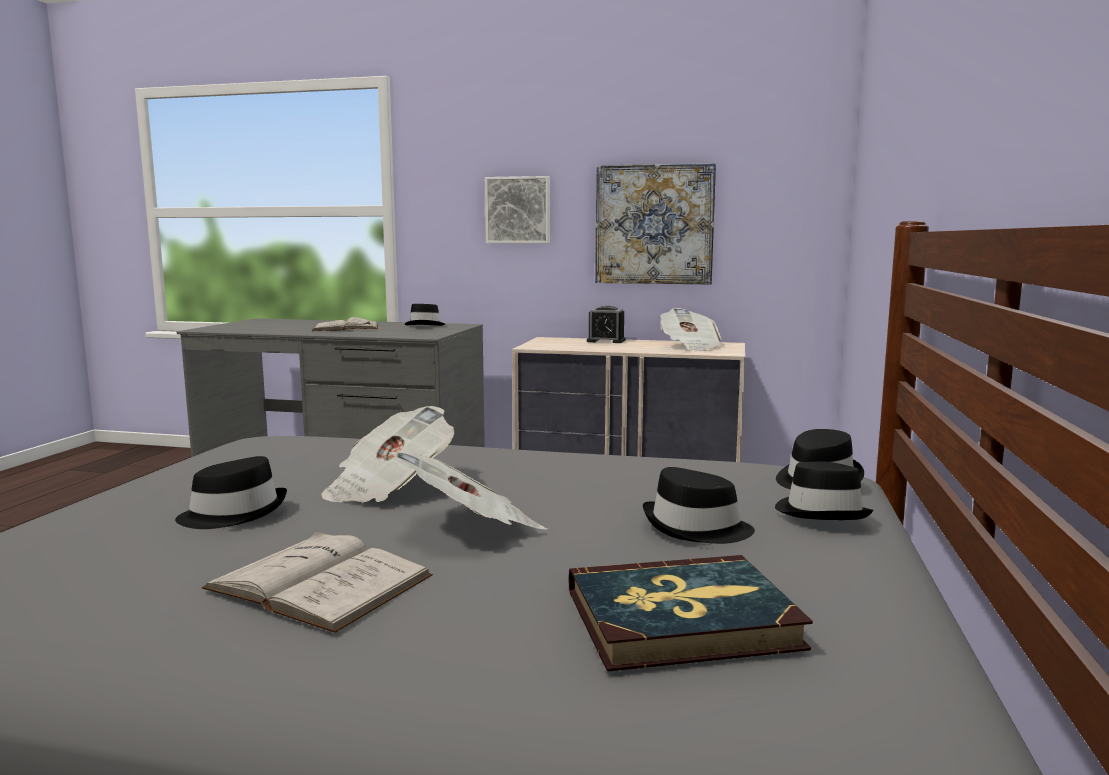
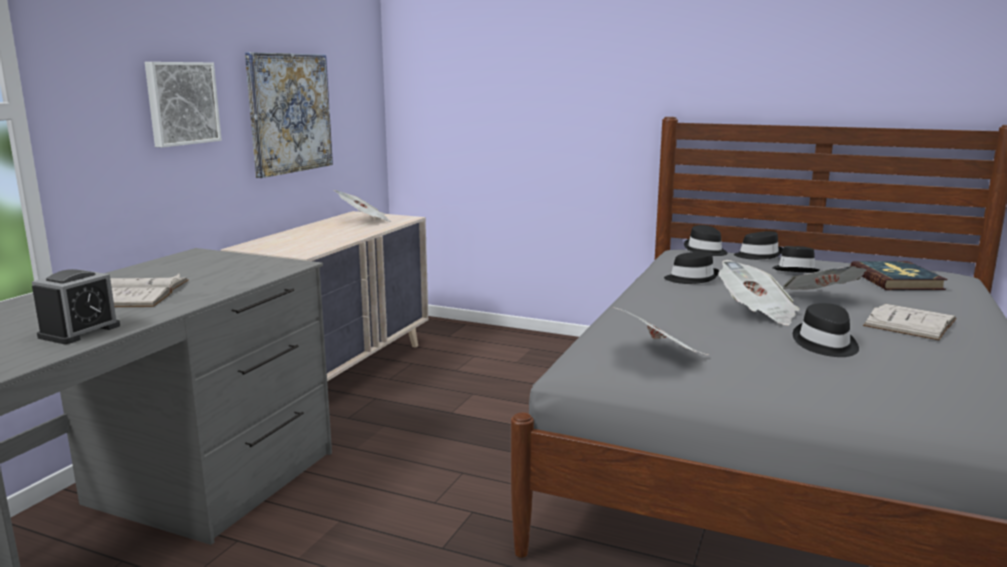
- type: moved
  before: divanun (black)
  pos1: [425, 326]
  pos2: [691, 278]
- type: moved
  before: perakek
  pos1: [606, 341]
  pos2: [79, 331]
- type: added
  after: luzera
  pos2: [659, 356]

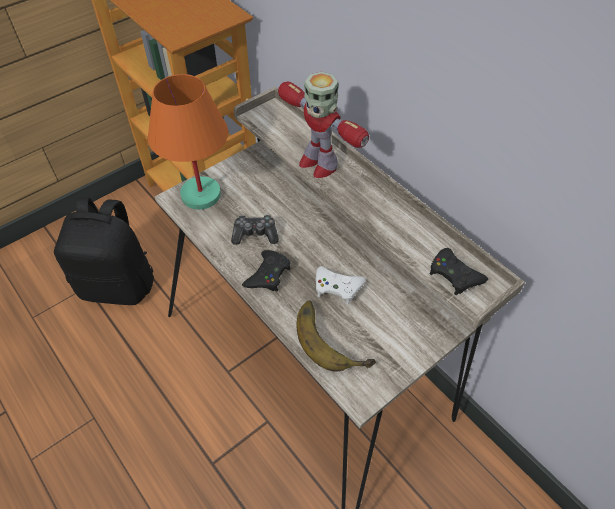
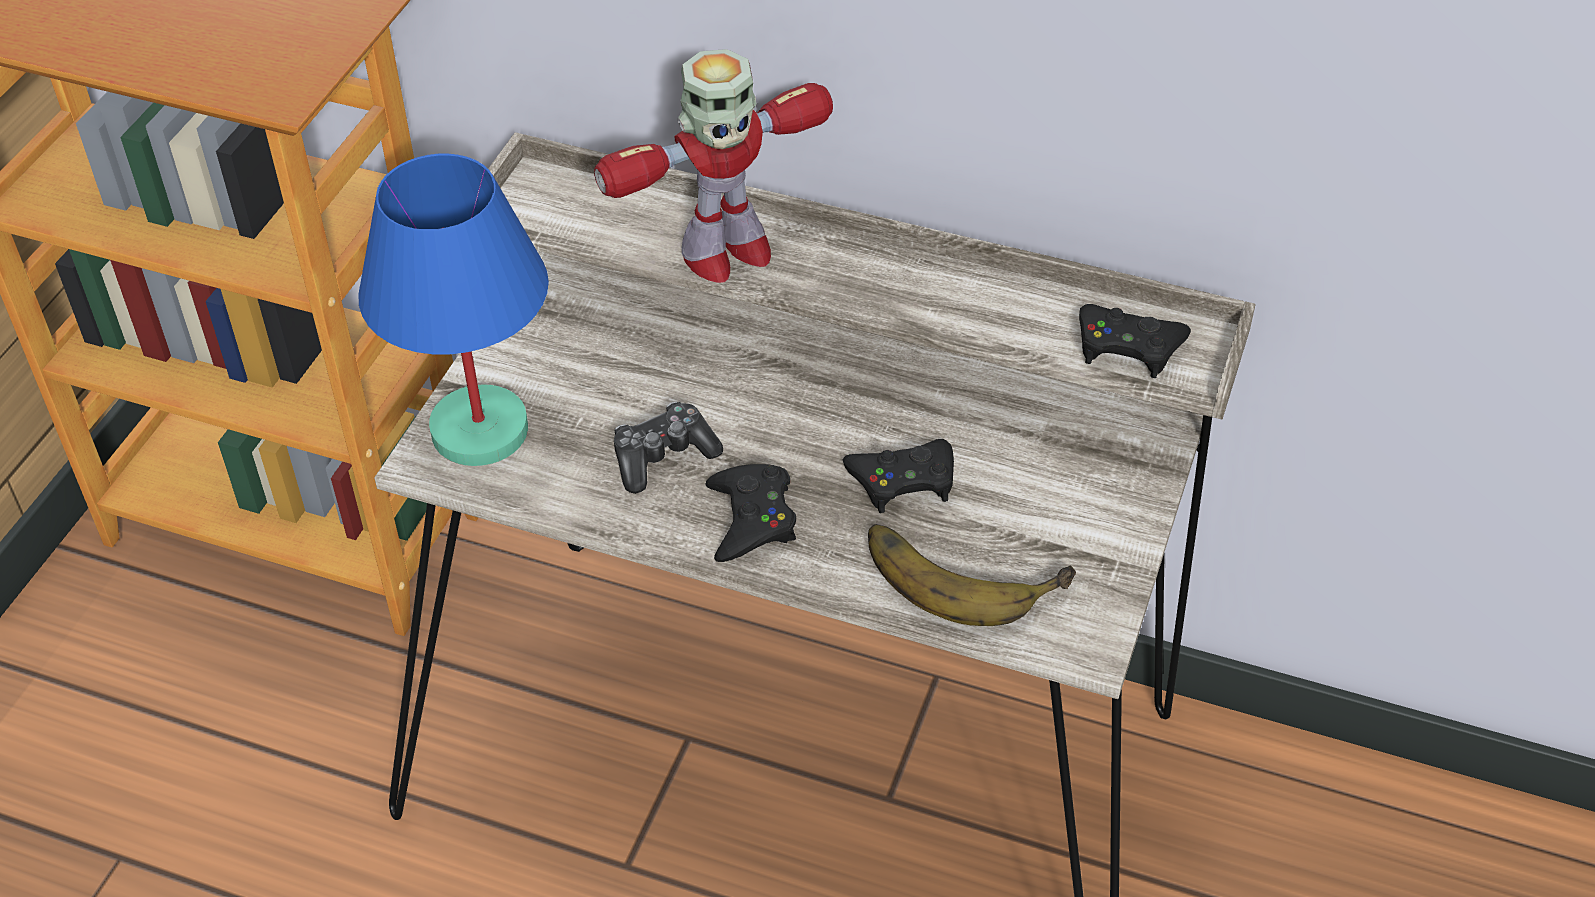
- type: removed
  before: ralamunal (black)
  pos1: [119, 284]
- type: recoloured
  before: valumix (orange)
  after: valumix (blue)
  pos1: [200, 195]
  pos2: [478, 432]
- type: turned
  before: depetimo
  pos1: [318, 163]
  pos2: [724, 253]
  turn: -45
- type: recoloured
  before: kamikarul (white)
  after: kamikarul (black)
  pos1: [337, 287]
  pos2: [903, 480]

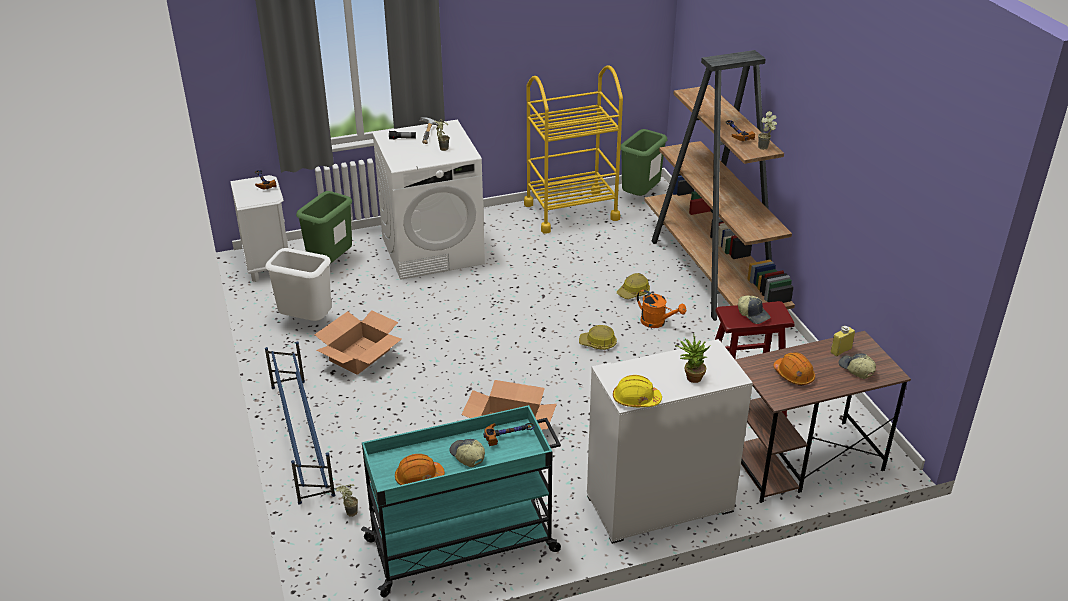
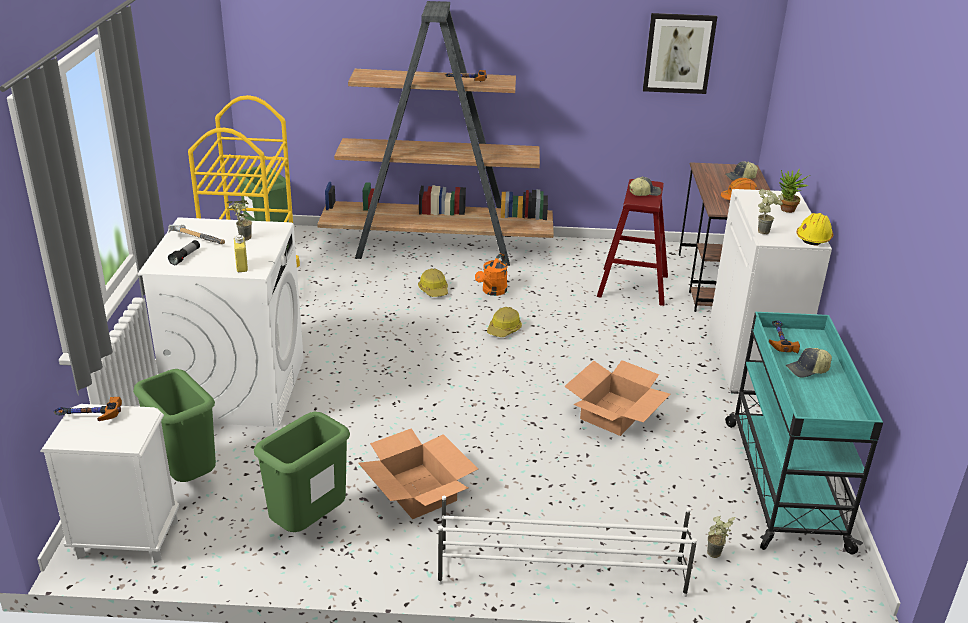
- type: recoloured
  before: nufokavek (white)
  after: nufokavek (green)
  pos1: [307, 322]
  pos2: [308, 524]
- type: recoloured
  before: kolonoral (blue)
  after: kolonoral (white)
  pos1: [302, 438]
  pos2: [560, 572]
- type: removed
  before: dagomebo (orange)
  pos1: [419, 478]
- type: turned
  before: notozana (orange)
  pos1: [657, 322]
  pos2: [492, 292]
  turn: 150
- type: moved
  before: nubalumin
  pos1: [766, 148]
  pos2: [765, 231]
- type: moved
  before: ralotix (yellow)
  pos1: [841, 350]
  pos2: [242, 266]
- type: added
  after: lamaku
  pos2: [678, 53]

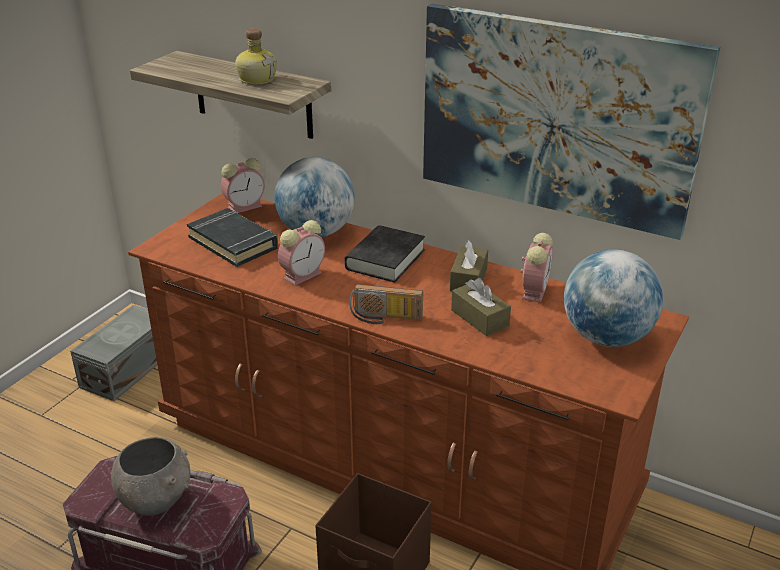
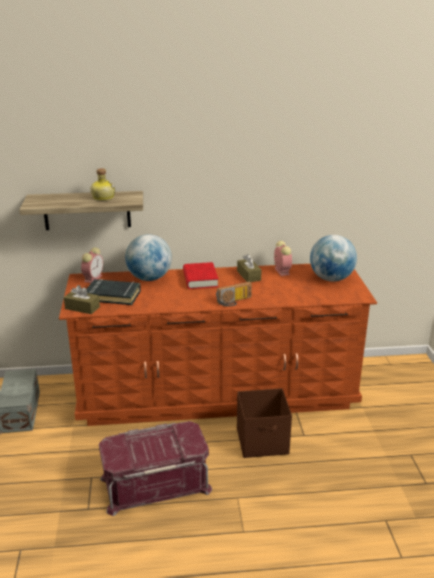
- type: removed
  before: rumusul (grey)
  pos1: [156, 500]
- type: removed
  before: perakek
  pos1: [303, 275]
- type: recoloured
  before: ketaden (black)
  after: ketaden (red)
  pos1: [385, 259]
  pos2: [200, 279]
- type: removed
  before: lamaku
  pos1: [556, 118]
- type: moved
  before: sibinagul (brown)
  pos1: [479, 318]
  pos2: [82, 308]

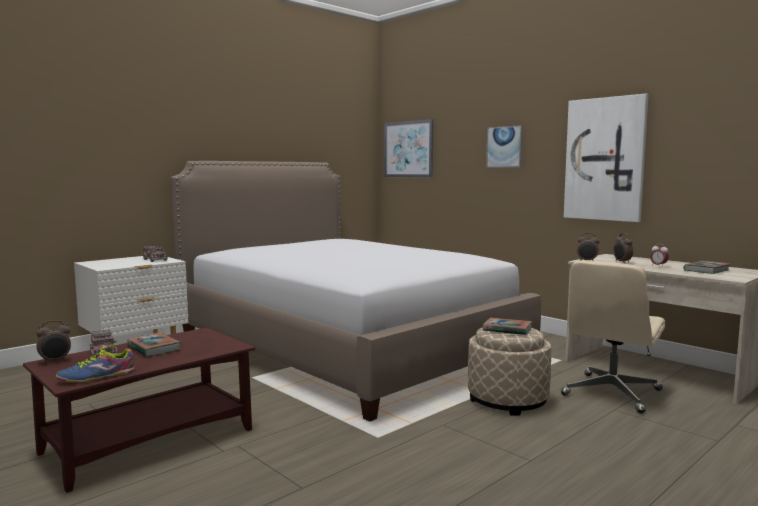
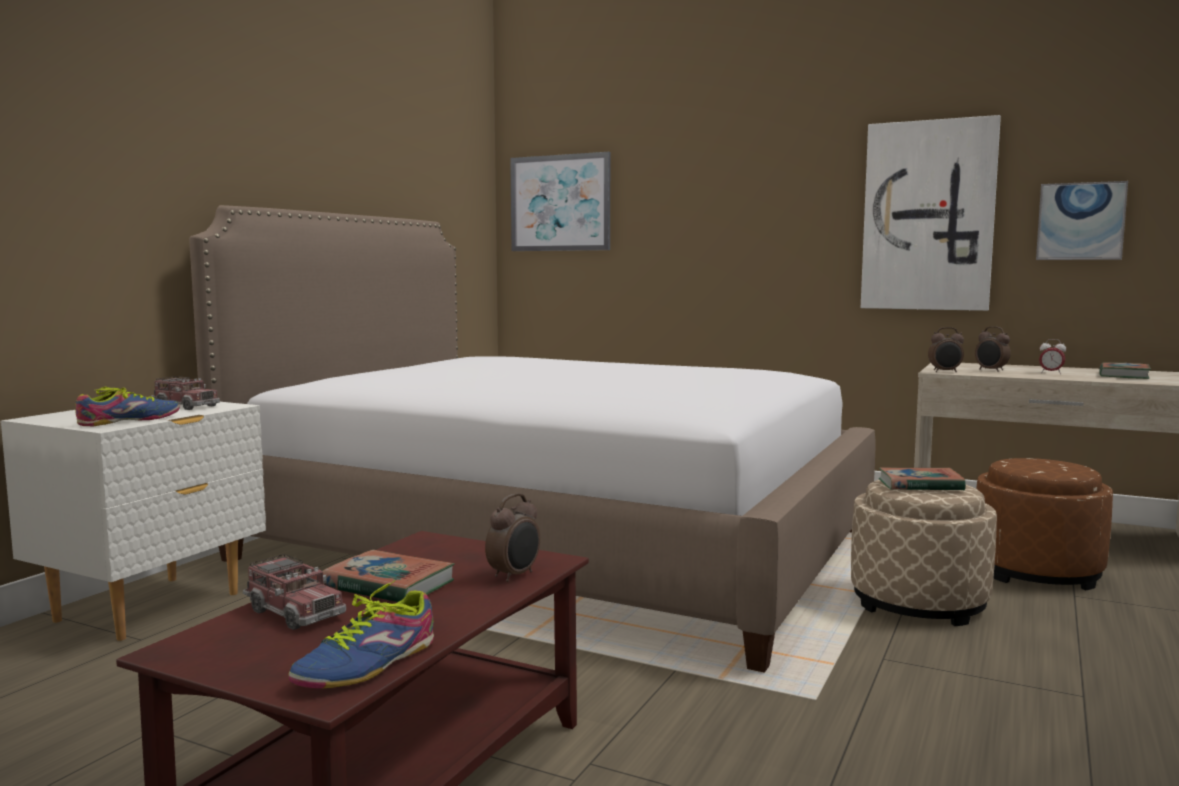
- type: moved
  before: perakek
  pos1: [55, 361]
  pos2: [515, 575]
- type: moved
  before: lamaku
  pos1: [504, 147]
  pos2: [1080, 221]
- type: replaced
  before: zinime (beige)
  after: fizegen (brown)
  pos1: [611, 393]
  pos2: [1036, 571]
- type: added
  after: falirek
  pos2: [129, 420]

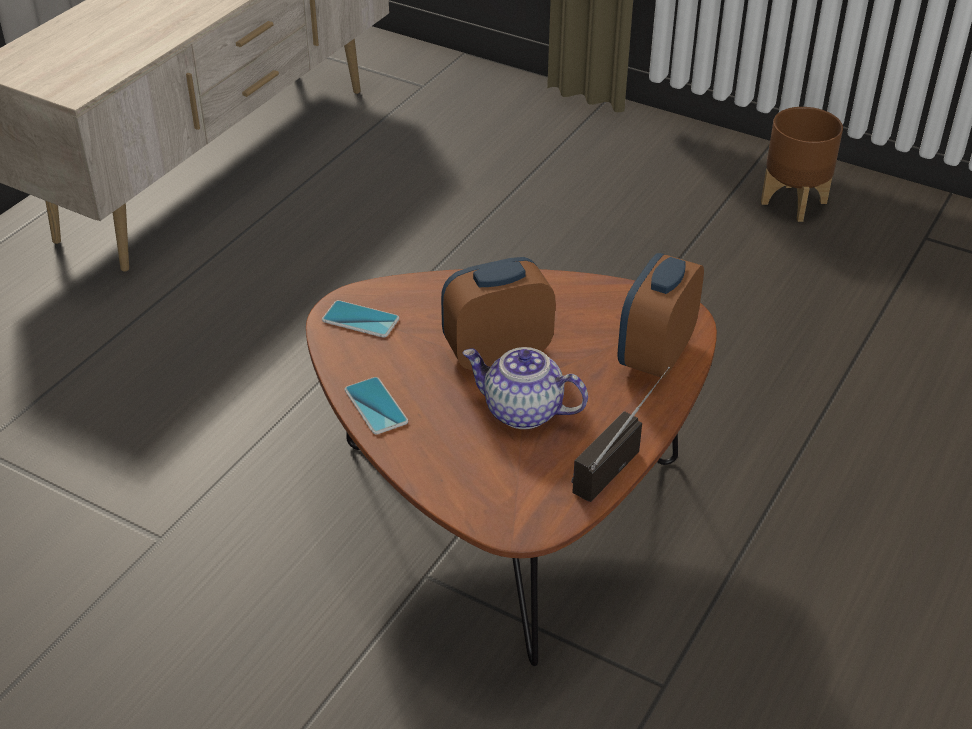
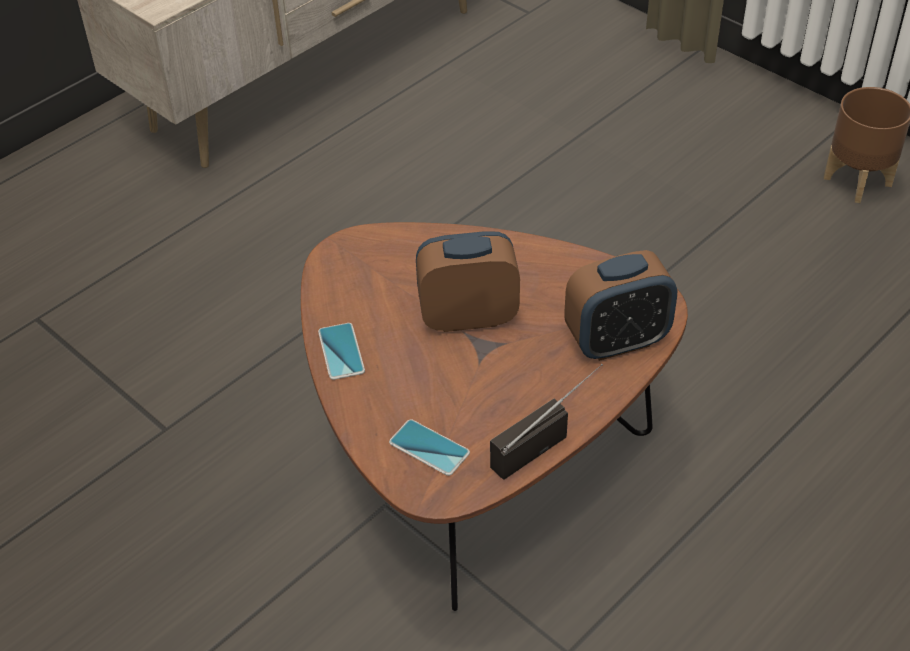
- type: moved
  before: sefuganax
  pos1: [360, 320]
  pos2: [429, 448]
- type: removed
  before: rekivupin
  pos1: [522, 411]
- type: turned
  before: perakek
  pos1: [655, 355]
  pos2: [617, 341]
  turn: -150

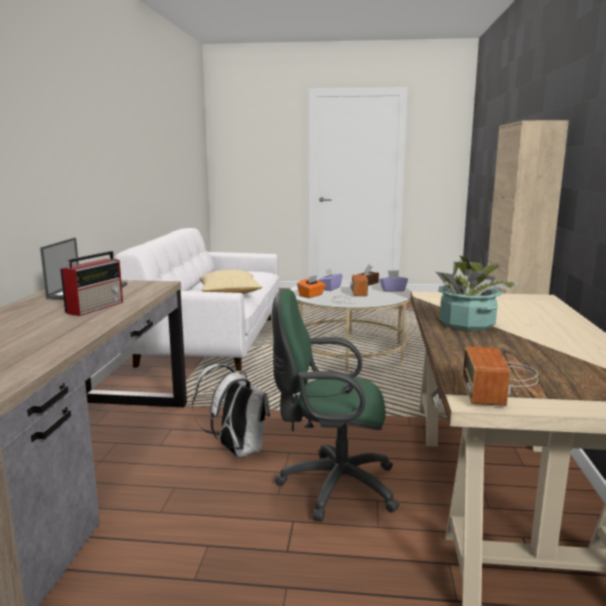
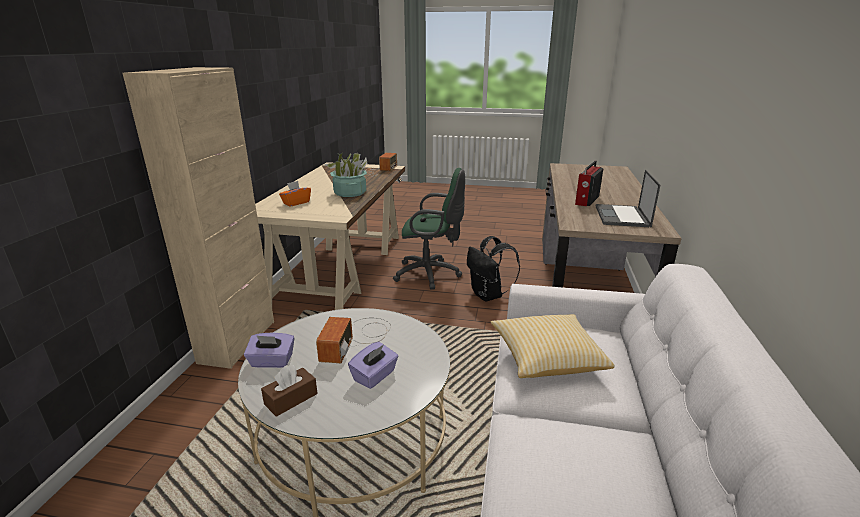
- type: recoloured
  before: ralamunal (white)
  after: ralamunal (black)
  pos1: [236, 450]
  pos2: [488, 295]
- type: moved
  before: sibinagul (orange)
  pos1: [311, 295]
  pos2: [296, 203]

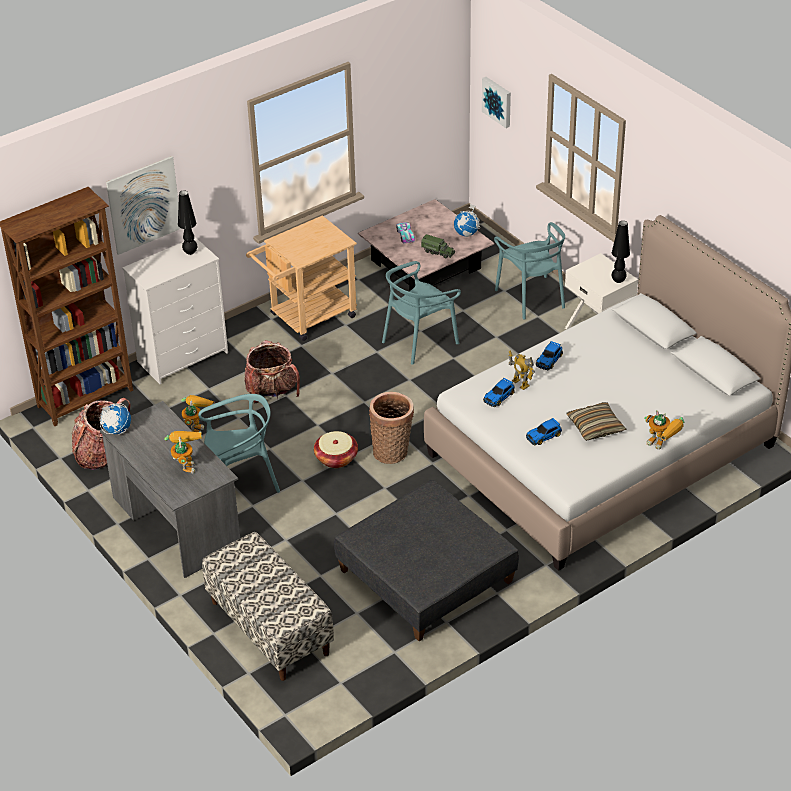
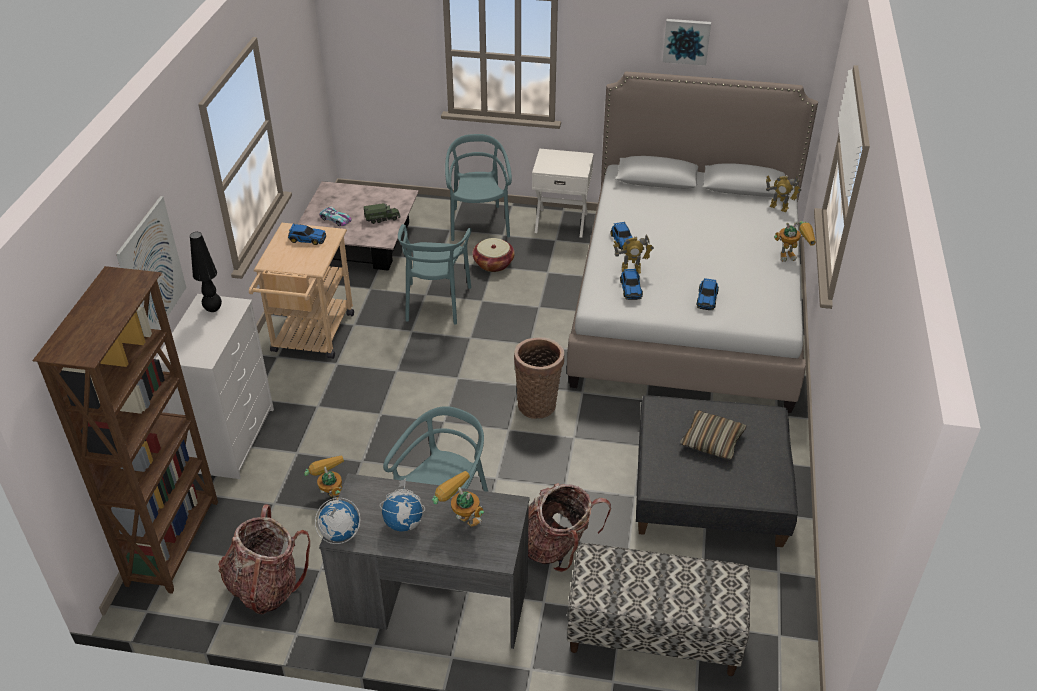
- type: moved
  before: ralamunal
  pos1: [272, 393]
  pos2: [557, 547]
- type: moved
  before: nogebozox
  pos1: [336, 458]
  pos2: [493, 264]
- type: moved
  before: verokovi
  pos1: [466, 234]
  pos2: [404, 523]
- type: moved
  before: lamaku
  pos1: [497, 101]
  pos2: [686, 41]
- type: turned
  before: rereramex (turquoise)
  pos1: [531, 297]
  pos2: [478, 224]
  turn: -120
- type: moved
  before: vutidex
  pos1: [595, 427]
  pos2: [712, 441]
- type: removed
  before: valumix (black)
  pos1: [618, 280]
- type: added
  after: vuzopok
  pos2: [307, 239]
- type: added
  after: depetimo
  pos2: [779, 207]

